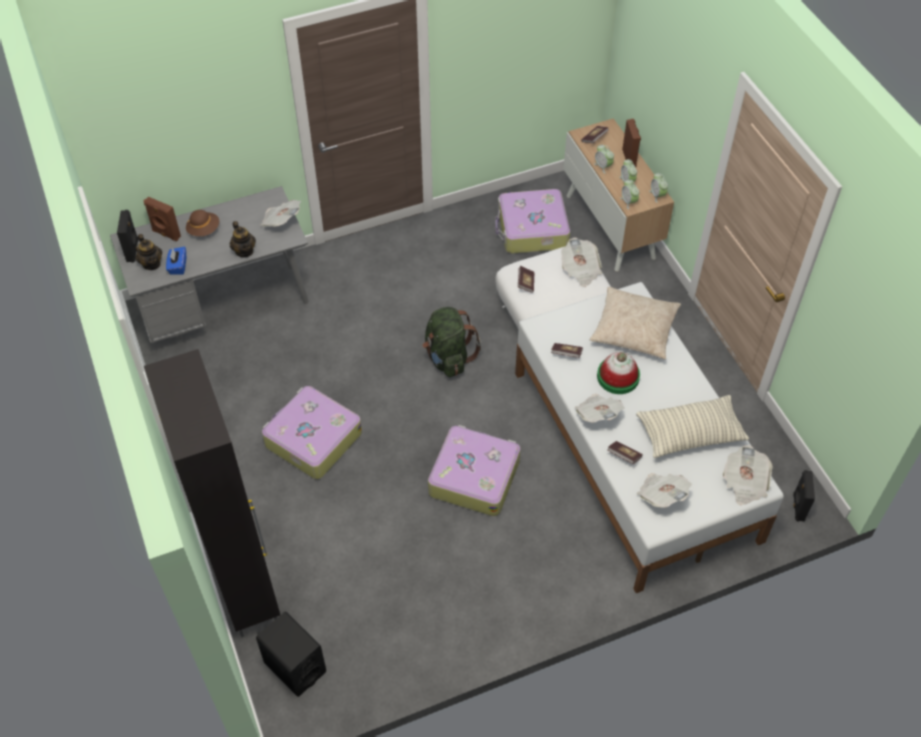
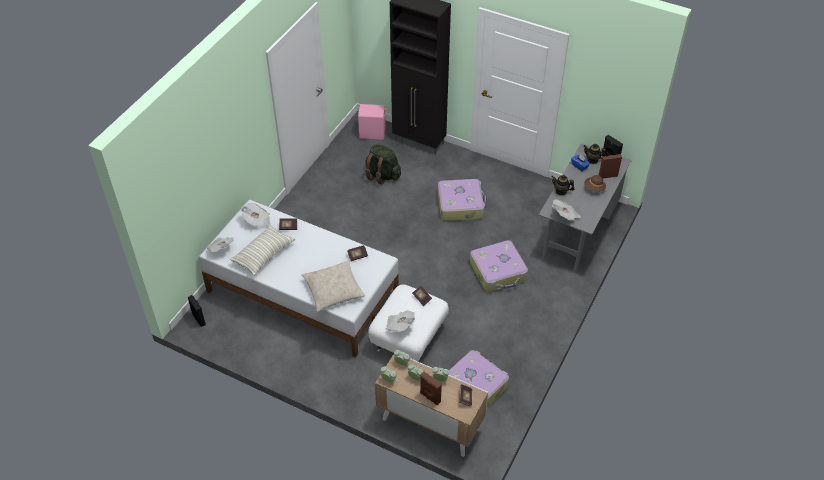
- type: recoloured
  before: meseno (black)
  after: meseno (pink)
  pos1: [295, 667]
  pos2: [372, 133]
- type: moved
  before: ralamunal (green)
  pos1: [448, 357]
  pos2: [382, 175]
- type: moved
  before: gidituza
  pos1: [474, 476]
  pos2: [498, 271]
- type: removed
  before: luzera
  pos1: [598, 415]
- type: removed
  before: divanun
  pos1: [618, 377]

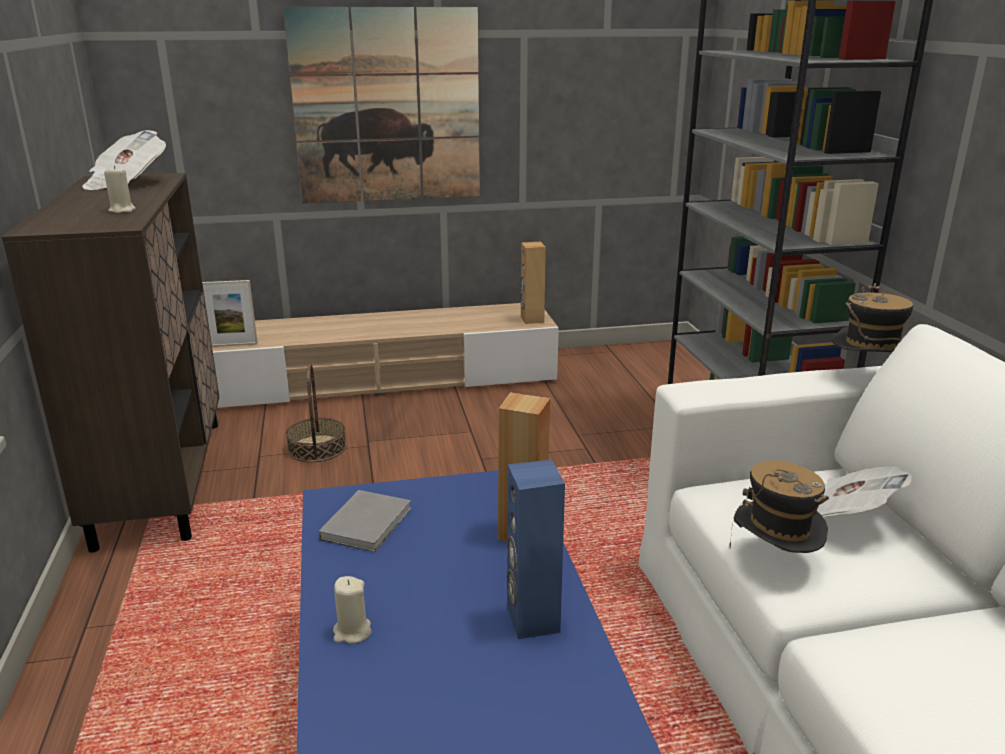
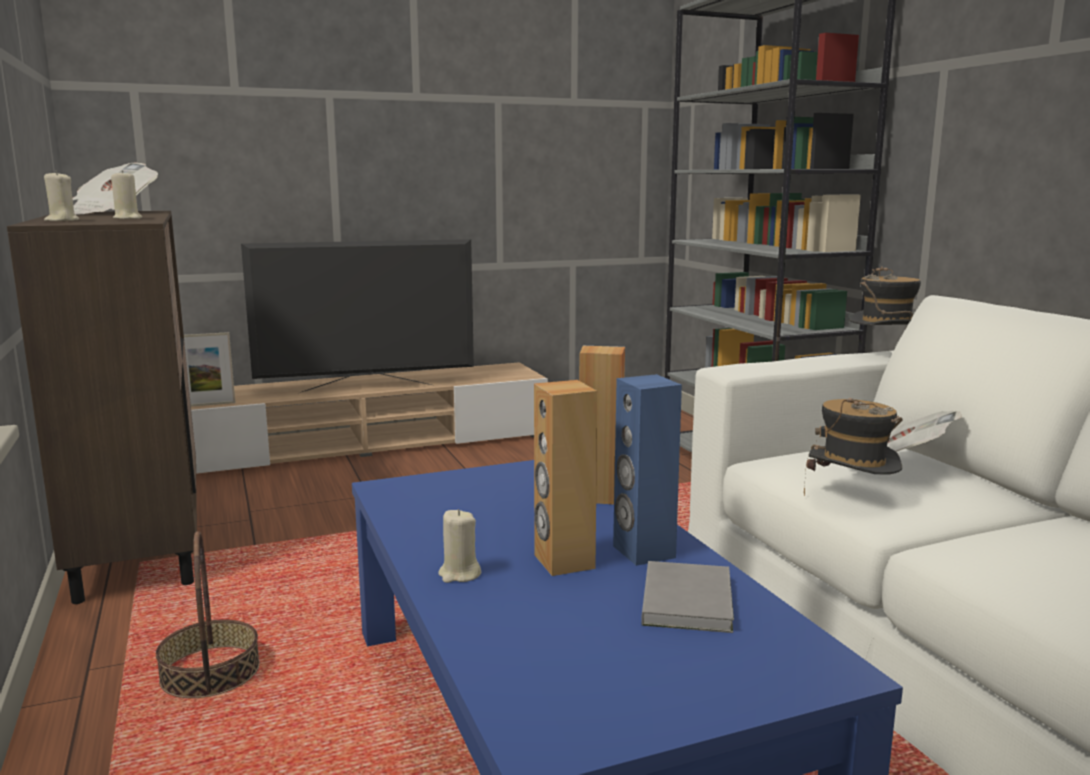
- type: removed
  before: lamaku
  pos1: [387, 107]
- type: moved
  before: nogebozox
  pos1: [317, 448]
  pos2: [211, 673]
- type: moved
  before: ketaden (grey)
  pos1: [369, 523]
  pos2: [689, 599]
- type: moved
  before: meseno (brown)
  pos1: [531, 319]
  pos2: [563, 562]
- type: added
  after: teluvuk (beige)
  pos2: [62, 220]
- type: added
  after: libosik
  pos2: [367, 388]

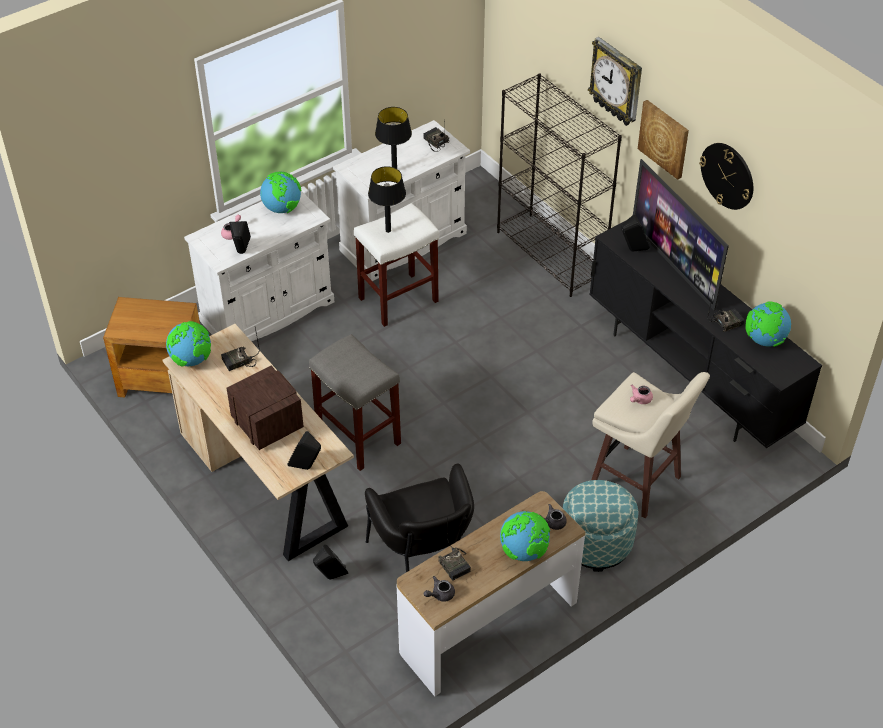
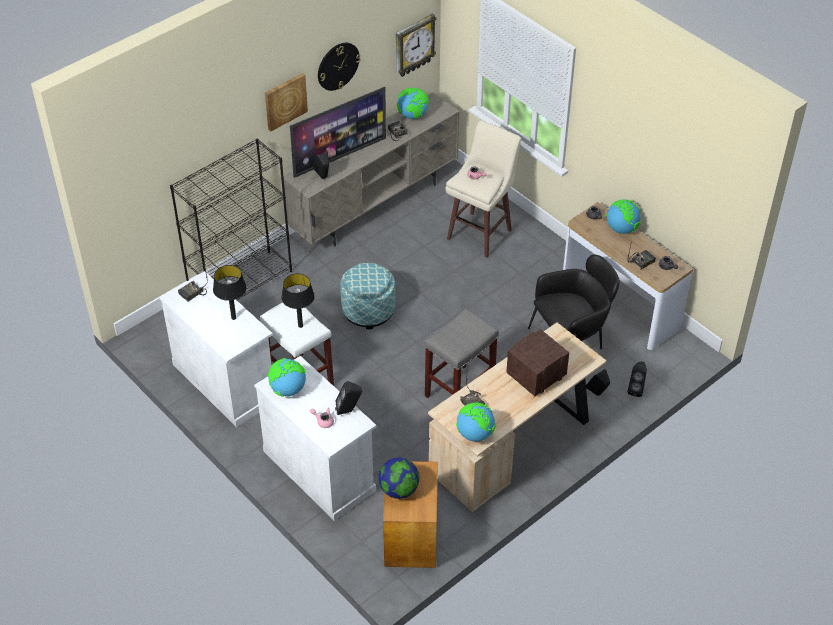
- type: moved
  before: meseno (black)
  pos1: [306, 467]
  pos2: [636, 389]
- type: moved
  before: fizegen
  pos1: [596, 542]
  pos2: [368, 310]
- type: moved
  before: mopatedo
  pos1: [617, 82]
  pos2: [413, 45]
- type: recoloured
  before: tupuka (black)
  after: tupuka (beige)
  pos1: [690, 377]
  pos2: [375, 206]
- type: added
  after: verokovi
  pos2: [399, 490]

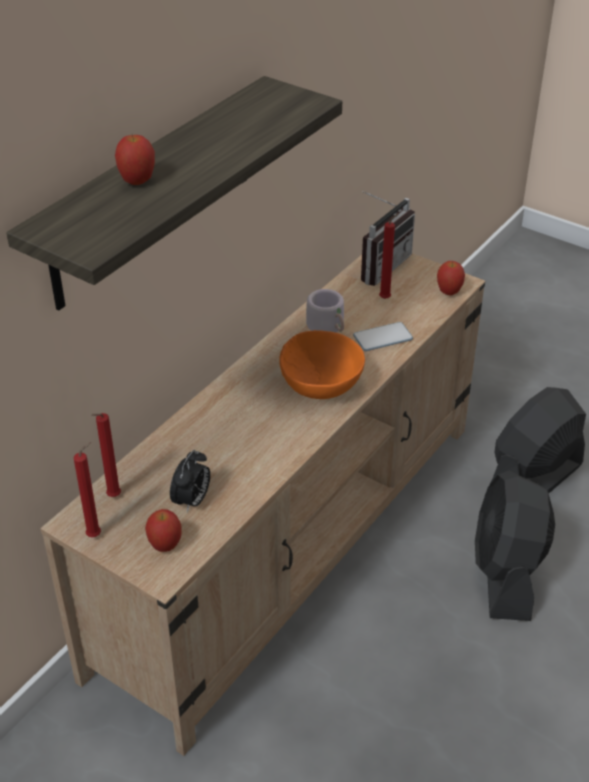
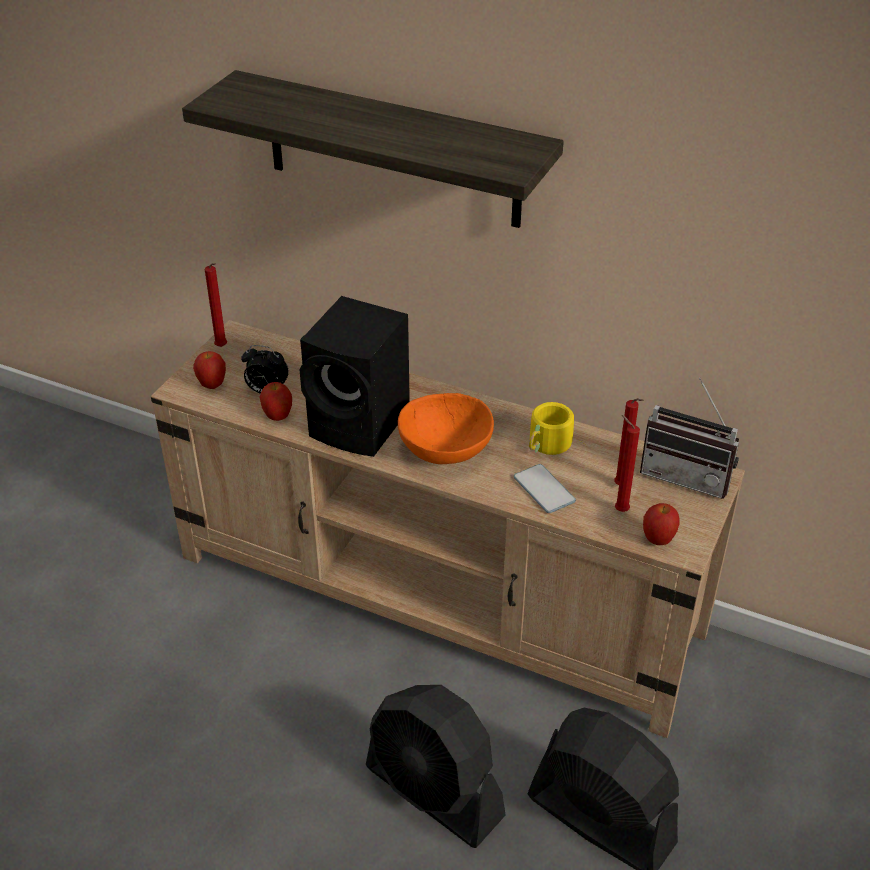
- type: moved
  before: teluvuk (red)
  pos1: [112, 497]
  pos2: [619, 510]
- type: moved
  before: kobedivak
  pos1: [137, 182]
  pos2: [278, 417]
- type: recoloured
  before: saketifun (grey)
  after: saketifun (yellow)
  pos1: [329, 327]
  pos2: [549, 447]
- type: turned
  before: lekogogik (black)
  pos1: [506, 573]
  pos2: [434, 792]
  turn: -135
- type: added
  after: meseno (black)
  pos2: [362, 425]

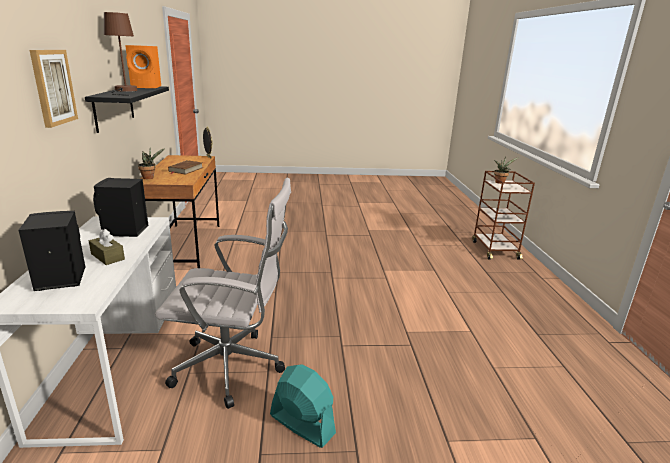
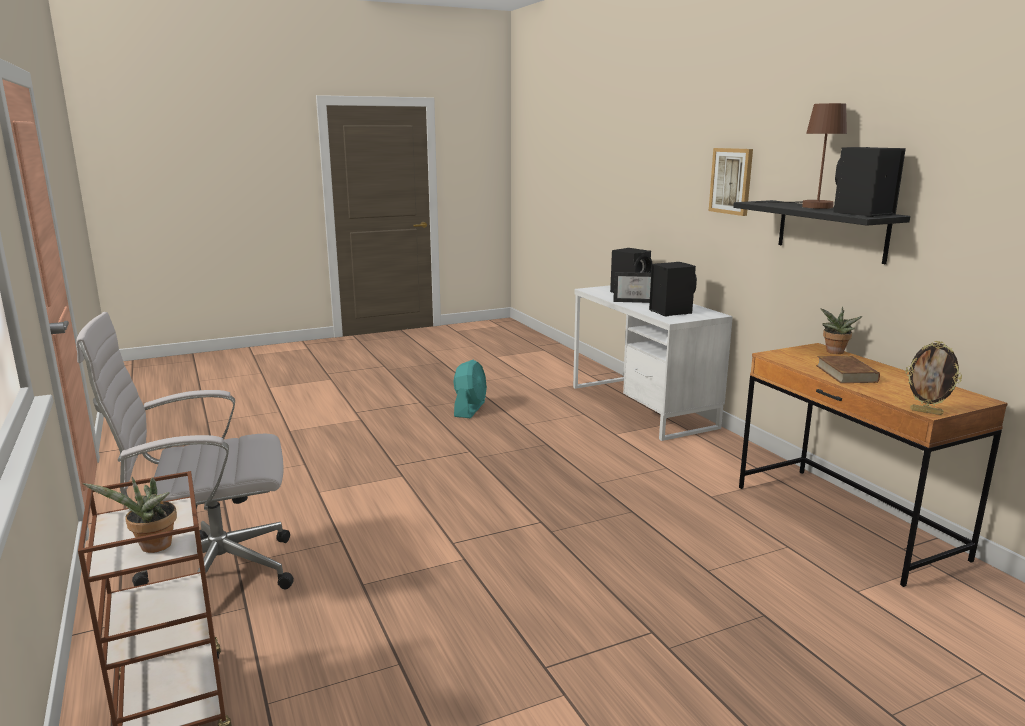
- type: replaced
  before: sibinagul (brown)
  after: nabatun
  pos1: [107, 256]
  pos2: [634, 301]
- type: recoloured
  before: meseno (orange)
  after: meseno (black)
  pos1: [147, 87]
  pos2: [861, 214]
- type: moved
  before: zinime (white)
  pos1: [233, 368]
  pos2: [212, 574]
- type: turned
  before: lekogogik (turquoise)
  pos1: [302, 424]
  pos2: [470, 409]
  turn: -90

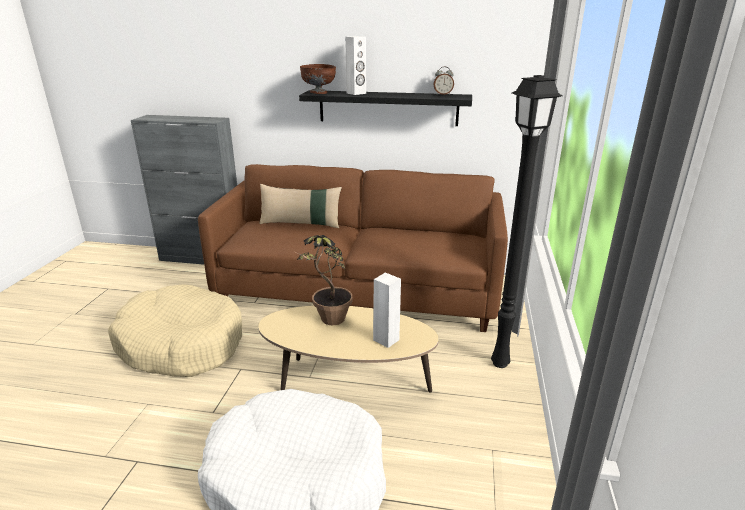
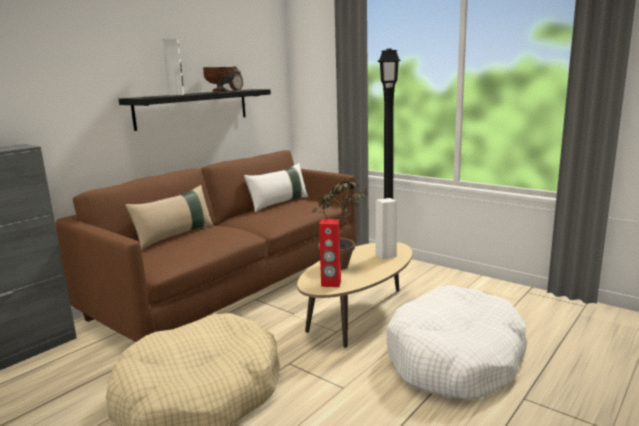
- type: moved
  before: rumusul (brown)
  pos1: [318, 93]
  pos2: [221, 91]
- type: added
  after: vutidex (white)
  pos2: [279, 203]
- type: added
  after: meseno (red)
  pos2: [331, 283]

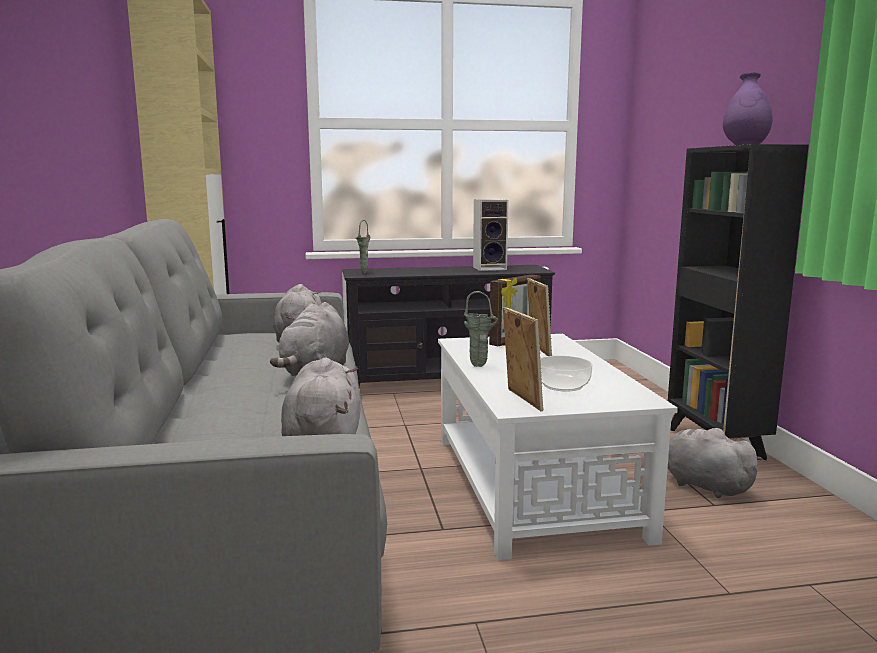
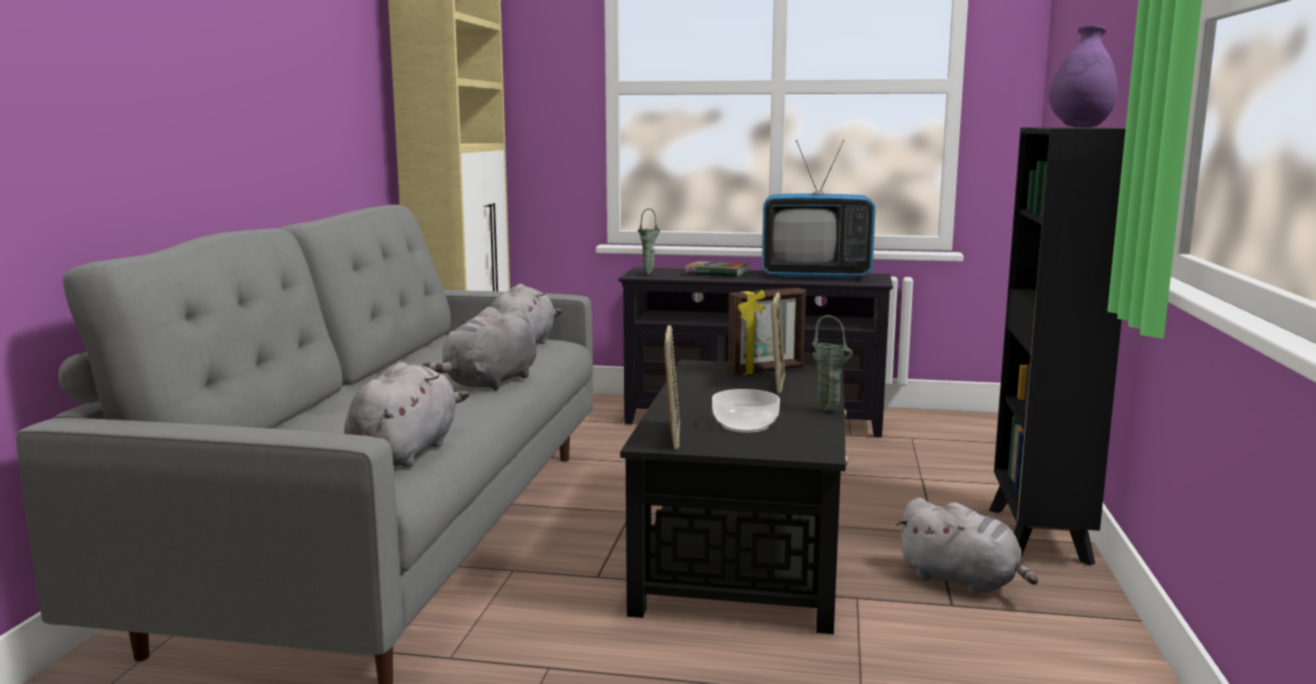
- type: recoloured
  before: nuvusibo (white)
  after: nuvusibo (black)
  pos1: [533, 483]
  pos2: [746, 546]
- type: moved
  before: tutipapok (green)
  pos1: [480, 366]
  pos2: [830, 411]
- type: replaced
  before: meseno
  after: libosik
  pos1: [490, 268]
  pos2: [816, 276]
- type: turned
  before: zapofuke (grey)
  pos1: [703, 485]
  pos2: [962, 581]
  turn: 150
- type: added
  after: ketaden
  pos2: [717, 273]

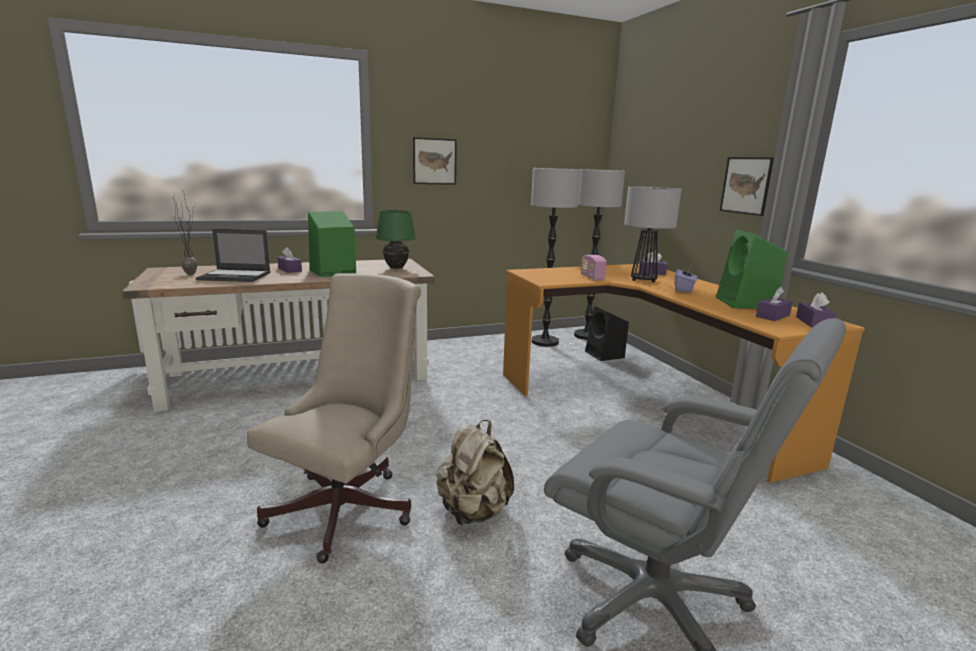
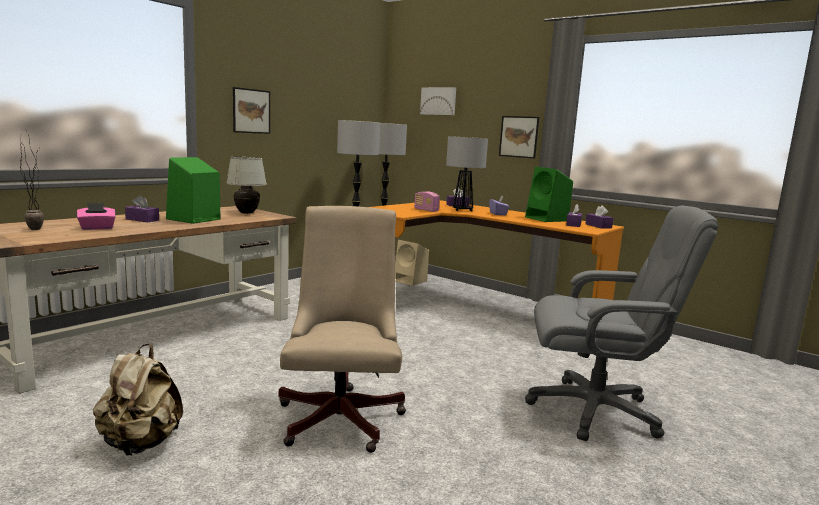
- type: replaced
  before: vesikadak
  after: sibinagul (pink)
  pos1: [235, 276]
  pos2: [97, 228]
- type: recoloured
  before: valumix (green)
  after: valumix (white)
  pos1: [396, 268]
  pos2: [247, 213]
- type: moved
  before: ralamunal (beige)
  pos1: [473, 512]
  pos2: [140, 444]
- type: recoloured
  before: meseno (black)
  after: meseno (beige)
  pos1: [605, 355]
  pos2: [411, 281]
- type: added
  after: lamaku
  pos2: [438, 101]

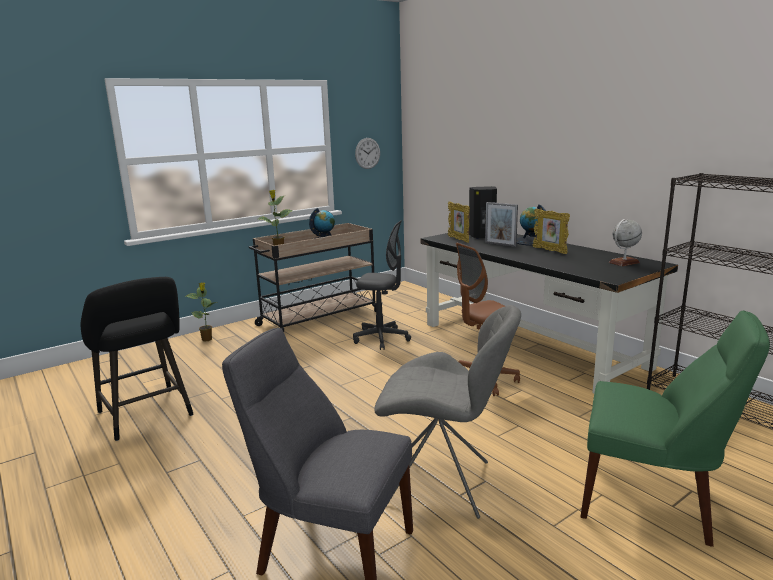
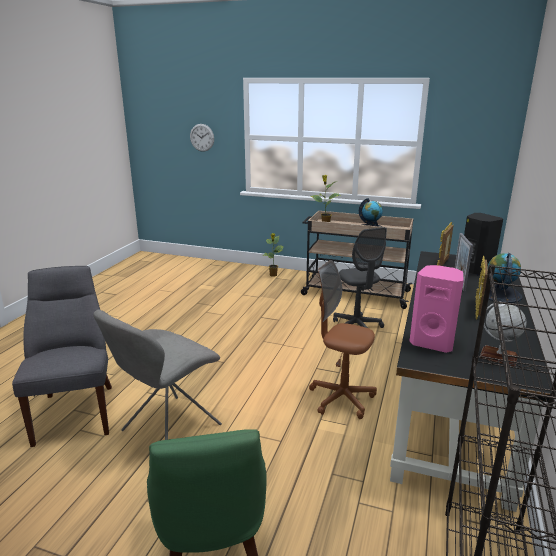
- type: removed
  before: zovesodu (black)
  pos1: [147, 416]
- type: moved
  before: mopatedo
  pos1: [367, 153]
  pos2: [202, 137]
- type: turned
  before: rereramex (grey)
  pos1: [443, 484]
  pos2: [168, 429]
  turn: 60
- type: added
  after: meseno (pink)
  pos2: [432, 342]

